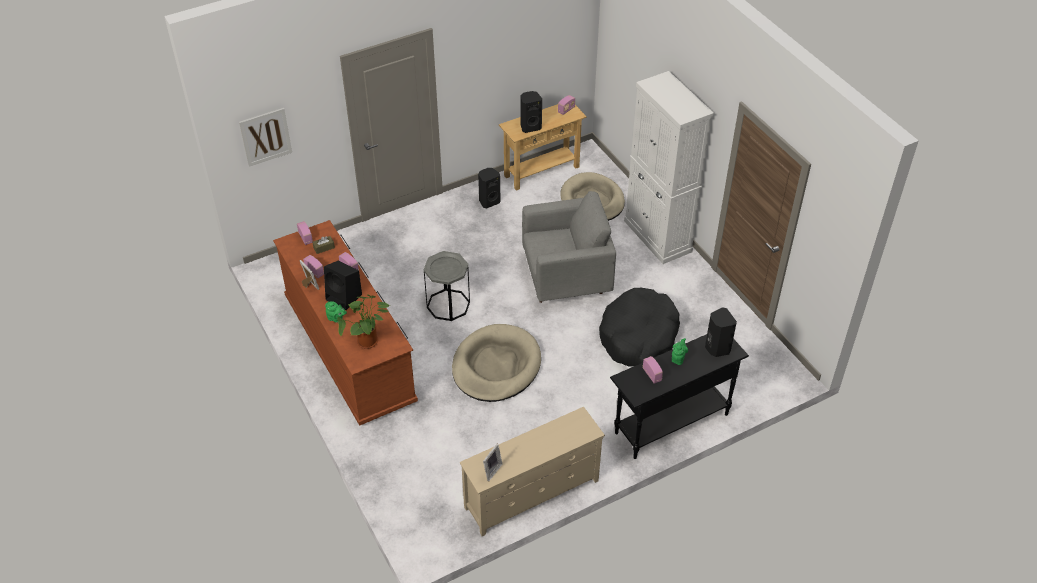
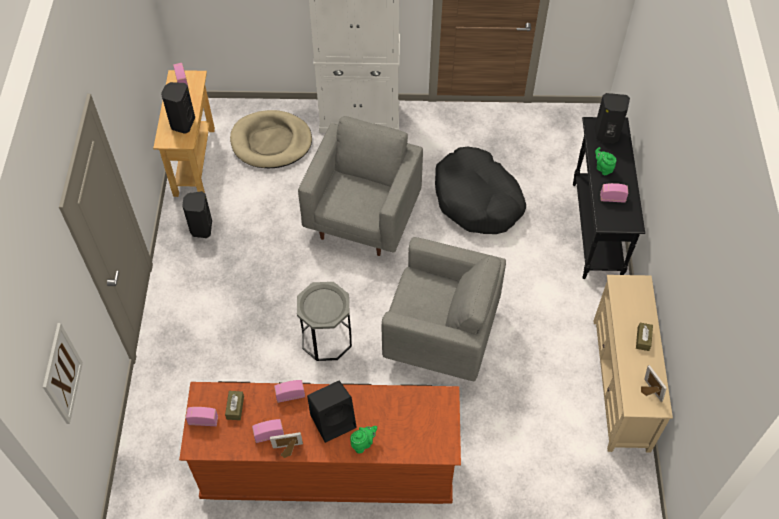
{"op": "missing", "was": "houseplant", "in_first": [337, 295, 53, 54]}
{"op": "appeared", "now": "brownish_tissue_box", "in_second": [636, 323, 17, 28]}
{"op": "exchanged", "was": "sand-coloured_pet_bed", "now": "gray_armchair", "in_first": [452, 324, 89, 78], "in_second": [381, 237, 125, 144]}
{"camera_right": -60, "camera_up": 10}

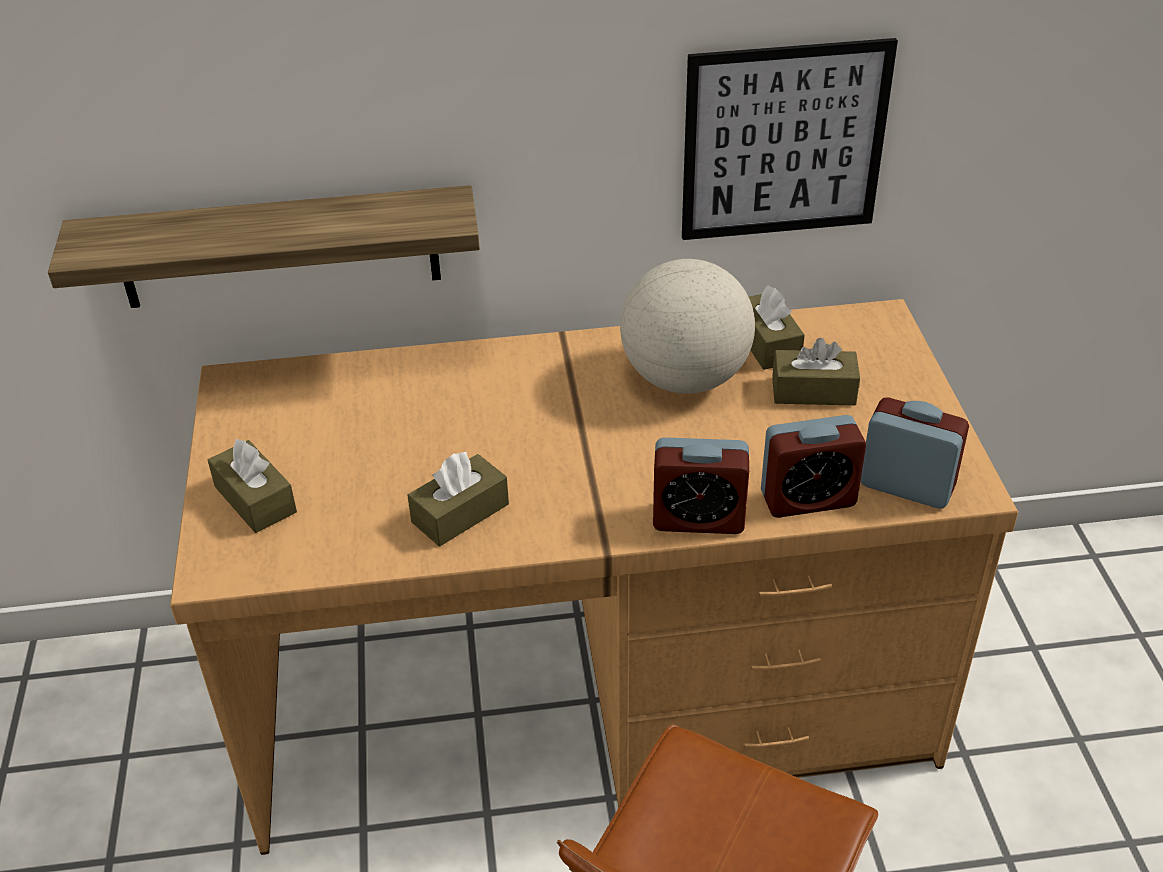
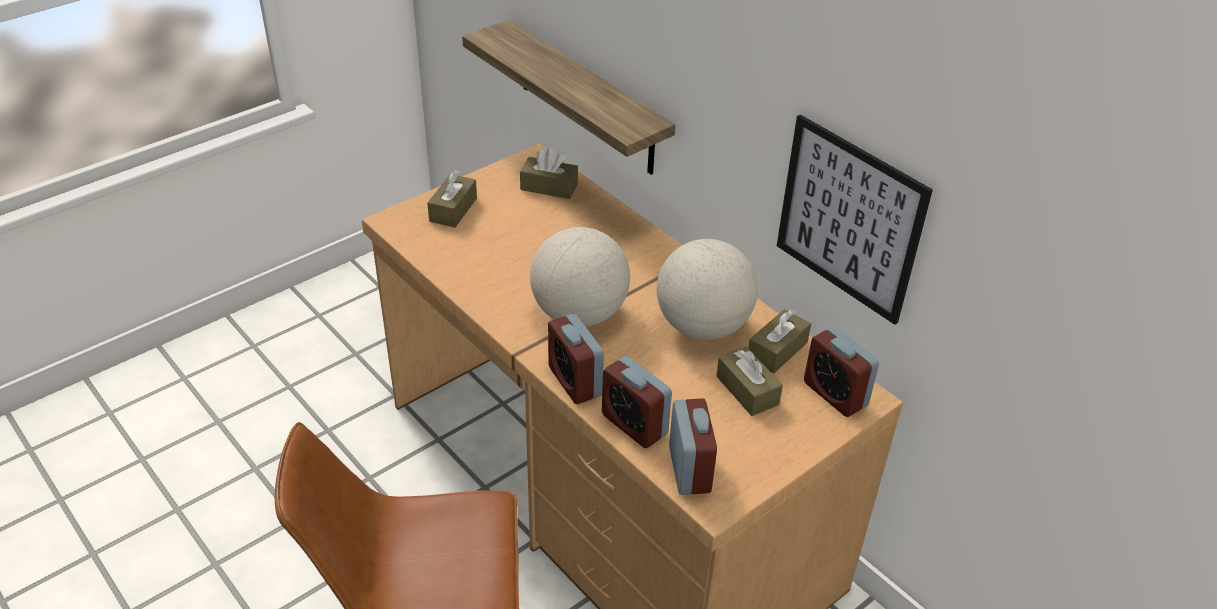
{"op": "appeared", "now": "globe", "in_second": [530, 227, 100, 100]}
{"op": "appeared", "now": "table_clock", "in_second": [804, 327, 75, 90]}
{"op": "relocated", "was": "brownish_tissue_box", "in_first": [407, 452, 102, 94], "in_second": [520, 148, 58, 51]}
{"camera_right": 55, "camera_up": 0}

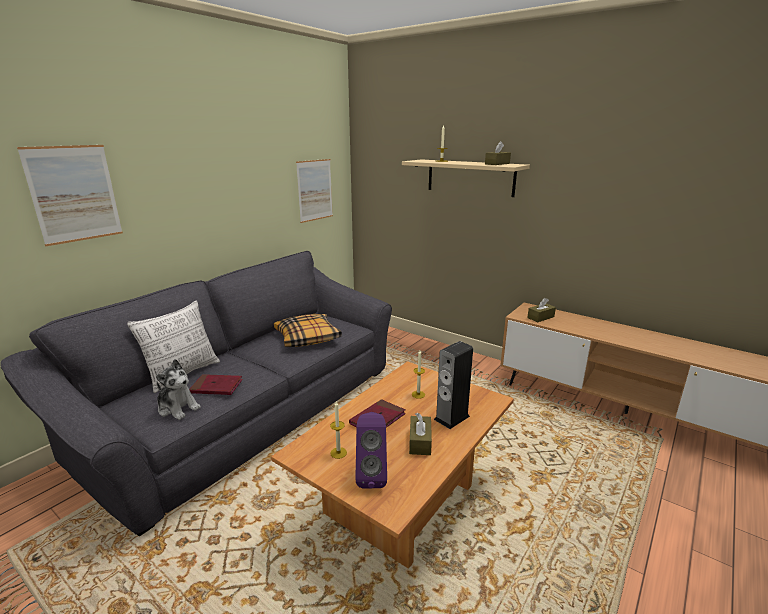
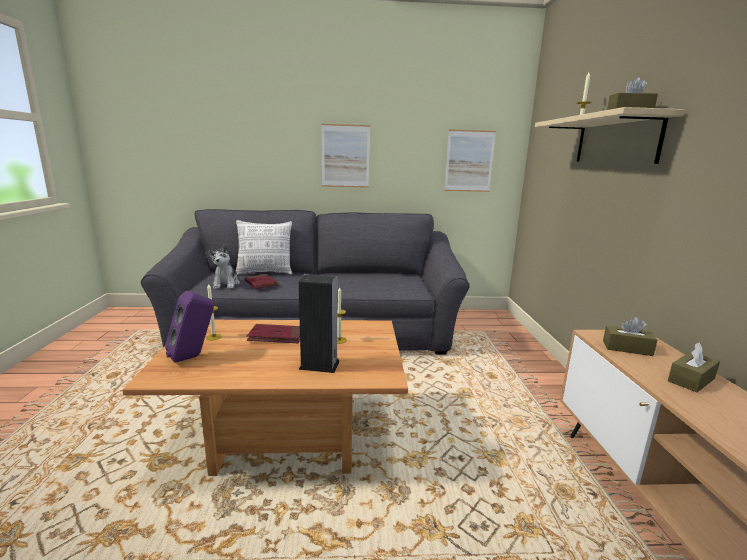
{"op": "missing", "was": "cushion", "in_first": [274, 314, 68, 33]}
{"op": "relocated", "was": "wall_art", "in_first": [17, 145, 106, 101], "in_second": [321, 124, 49, 64]}
{"op": "relocated", "was": "brownish_tissue_box", "in_first": [409, 413, 23, 42], "in_second": [668, 343, 52, 49]}
{"camera_right": 50, "camera_up": -5}

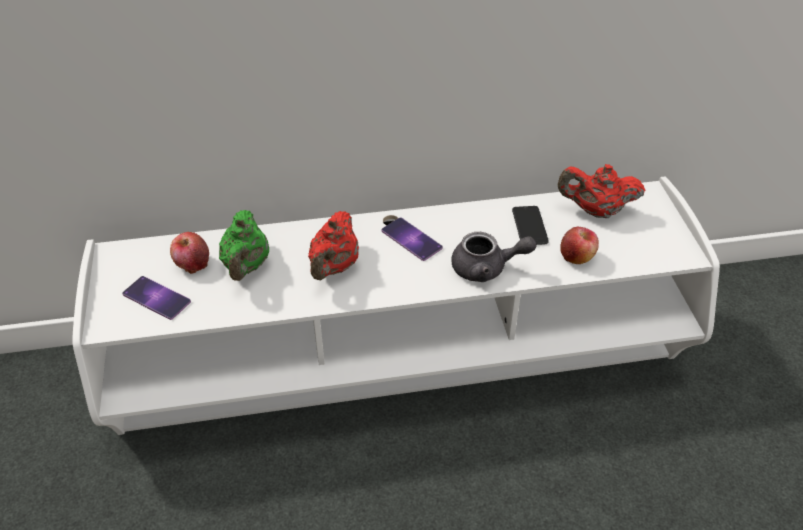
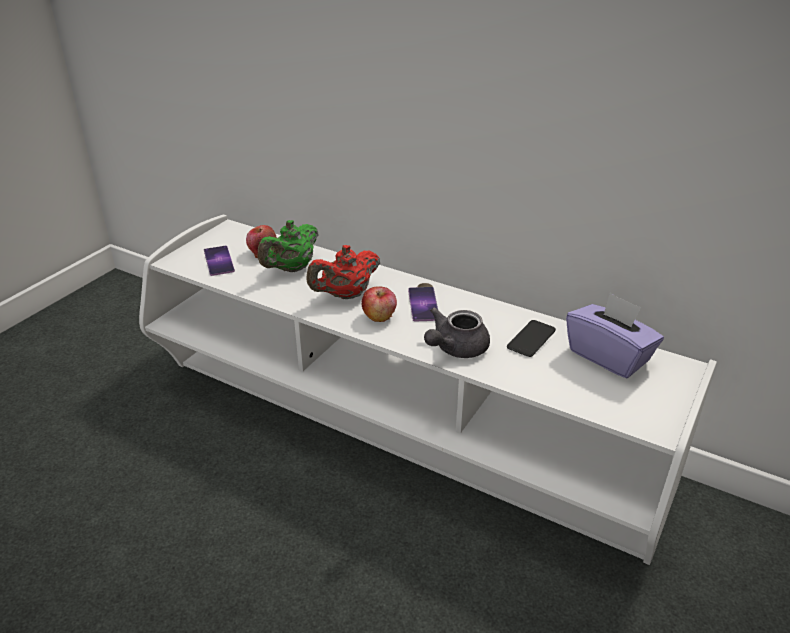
{"op": "relocated", "was": "apple", "in_first": [560, 227, 39, 37], "in_second": [362, 286, 35, 36]}
{"op": "exchanged", "was": "red_teapot", "now": "purple-coloured_tissue_box", "in_first": [558, 164, 88, 54], "in_second": [566, 293, 98, 85]}
{"op": "spun", "was": "gray_teapot", "in_first": [451, 232, 85, 50], "in_second": [424, 308, 66, 50], "clockwise": 90}
{"camera_right": 40, "camera_up": -10}

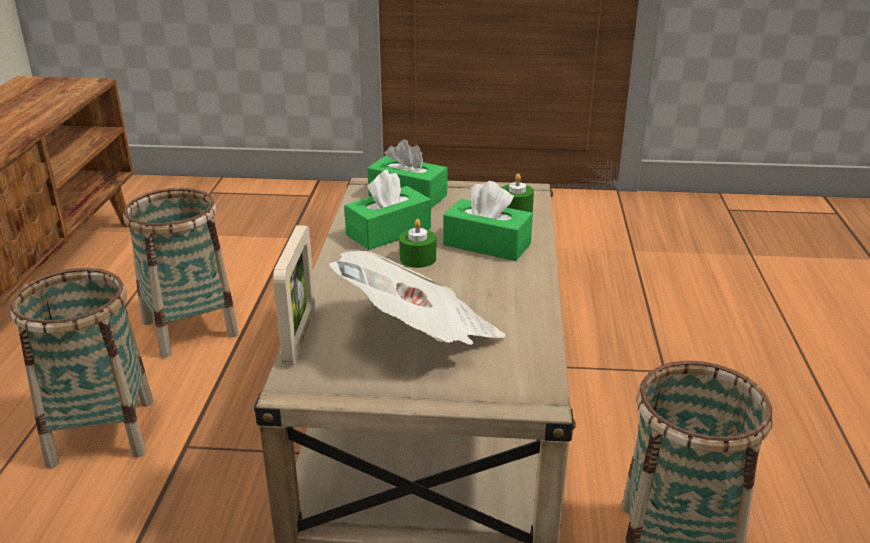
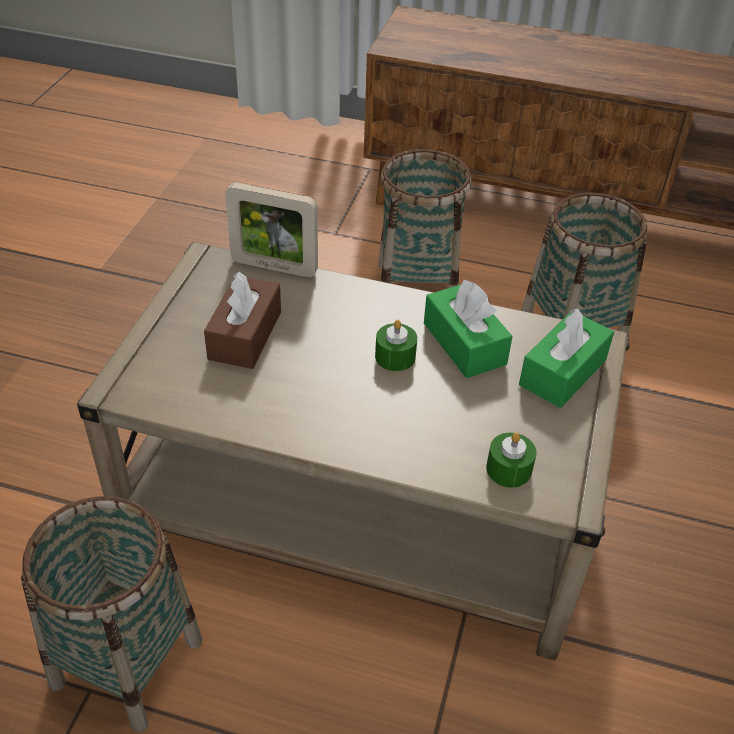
{"op": "missing", "was": "green-coloured_tissue_box", "in_first": [443, 181, 90, 80]}
{"op": "exchanged", "was": "daily_paper", "now": "brownish_tissue_box", "in_first": [328, 251, 178, 94], "in_second": [204, 272, 77, 97]}
{"camera_right": 100, "camera_up": 15}

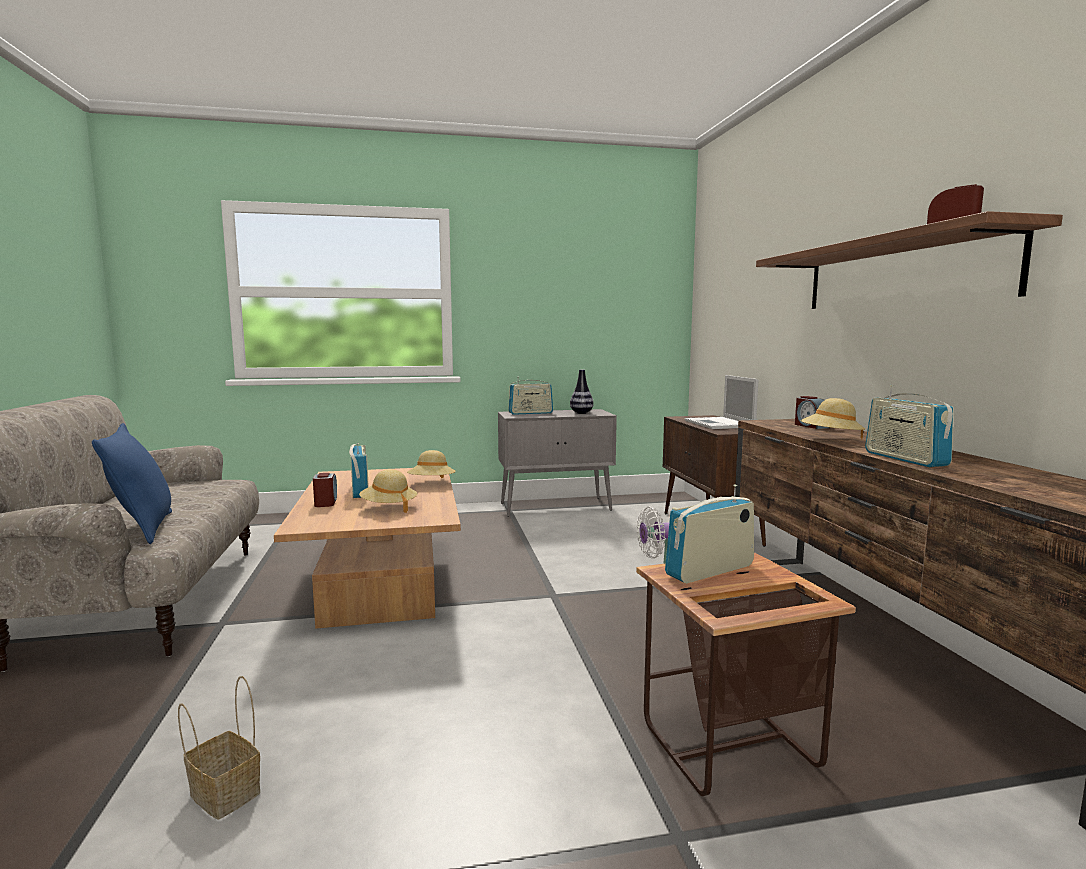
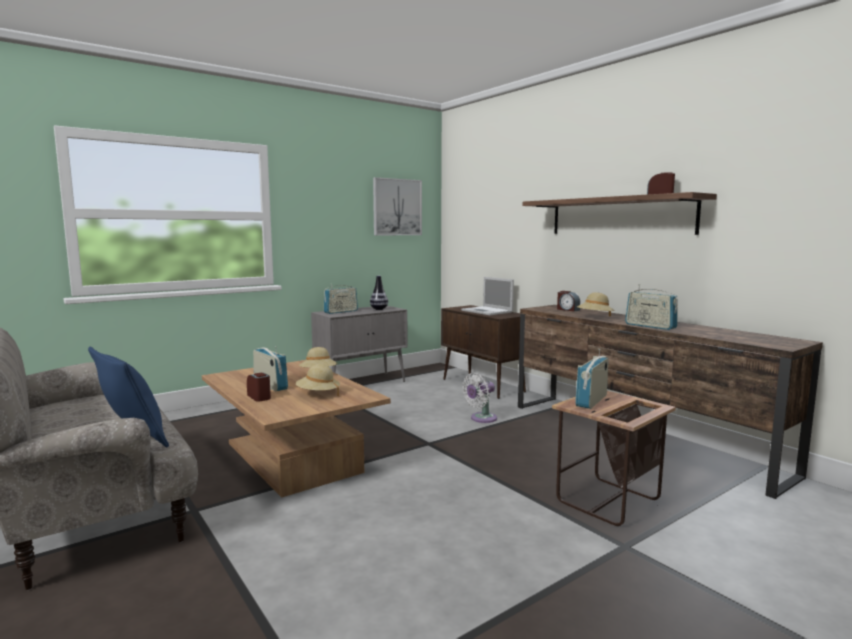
{"op": "missing", "was": "household_basket", "in_first": [178, 676, 82, 144]}
{"op": "appeared", "now": "wall_art", "in_second": [373, 177, 49, 59]}
{"camera_right": -25, "camera_up": 0}

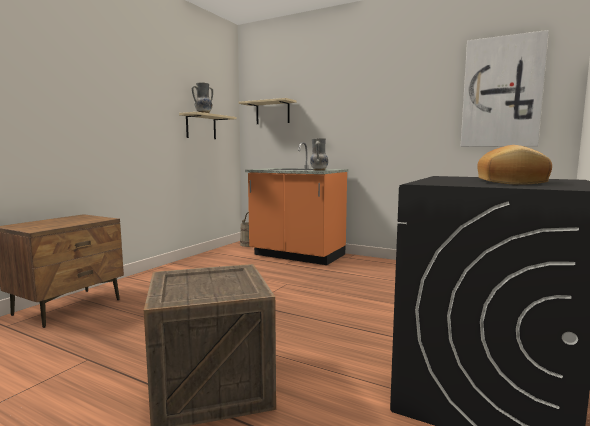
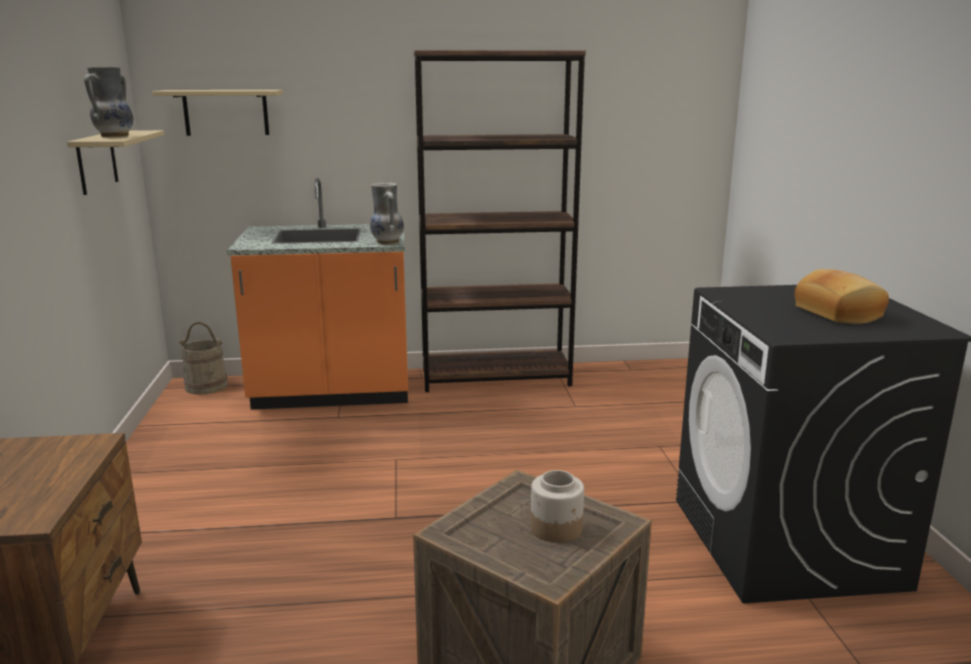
{"op": "missing", "was": "wall_art", "in_first": [461, 30, 88, 117]}
{"op": "appeared", "now": "brownish_bookshelf", "in_second": [414, 50, 172, 342]}
{"op": "appeared", "now": "storage_jar", "in_second": [531, 470, 53, 73]}
{"camera_right": -35, "camera_up": 10}

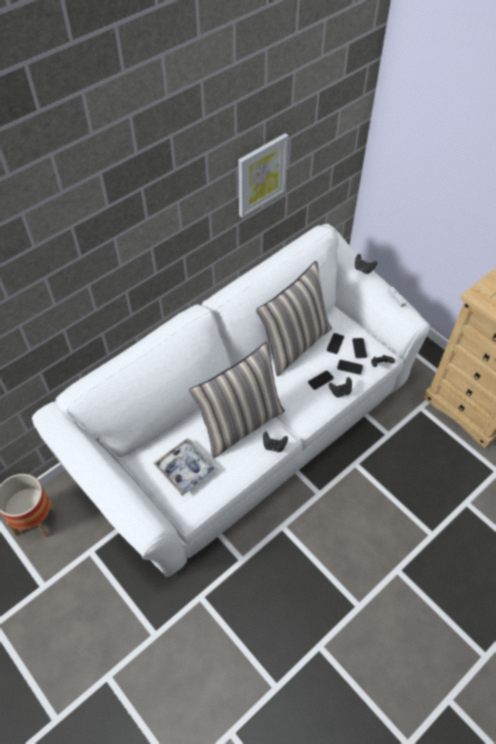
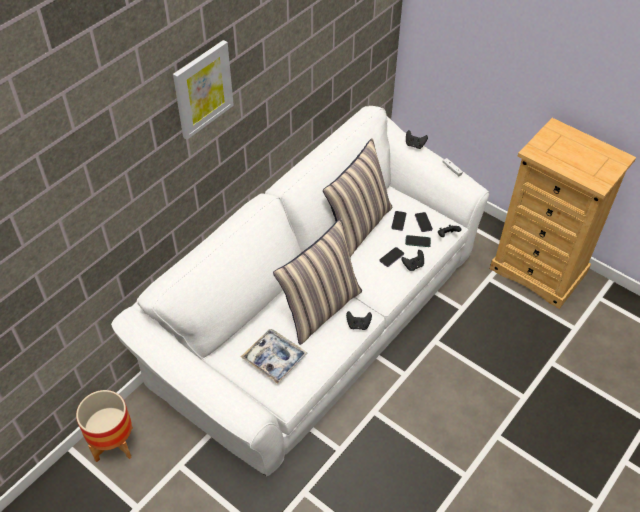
{"op": "relocated", "was": "wall_art", "in_first": [238, 133, 51, 85], "in_second": [173, 40, 61, 100]}
{"camera_right": -10, "camera_up": -5}

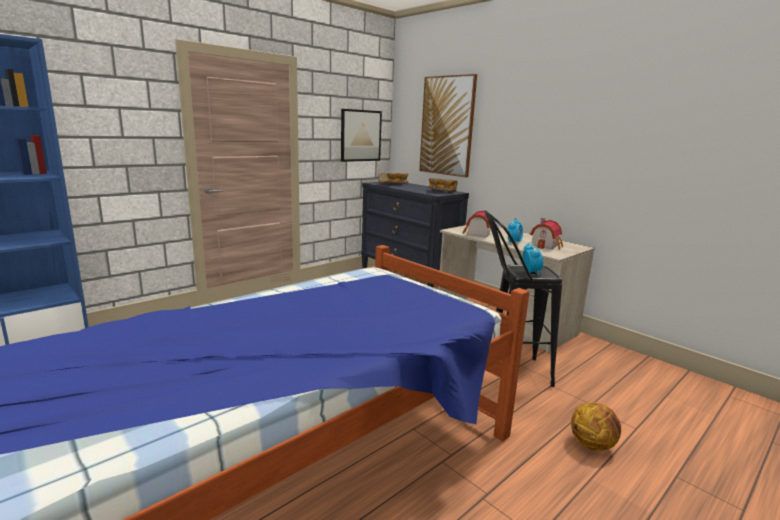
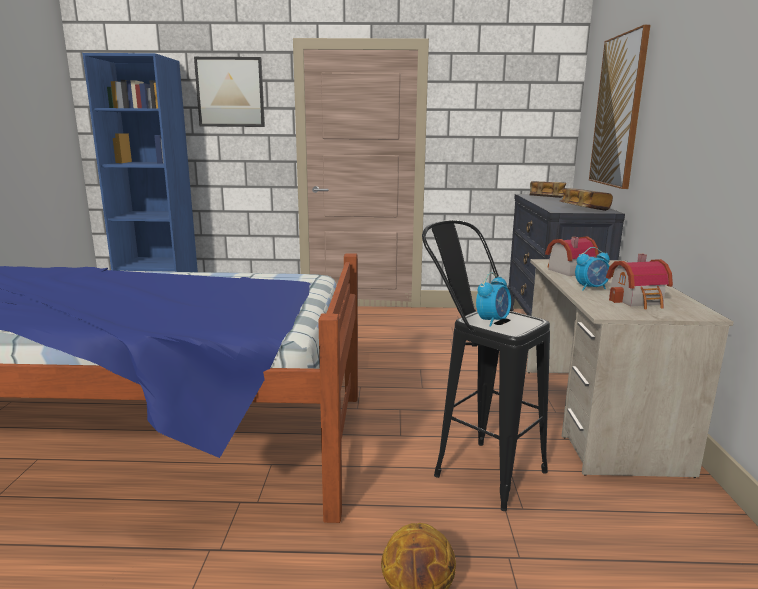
{"op": "relocated", "was": "wall_art", "in_first": [341, 109, 41, 53], "in_second": [194, 57, 71, 70]}
{"camera_right": 45, "camera_up": 0}

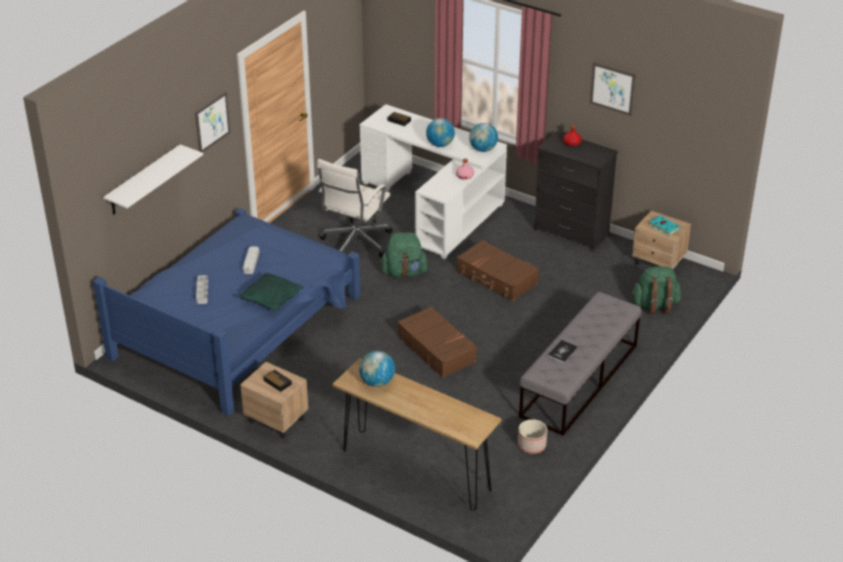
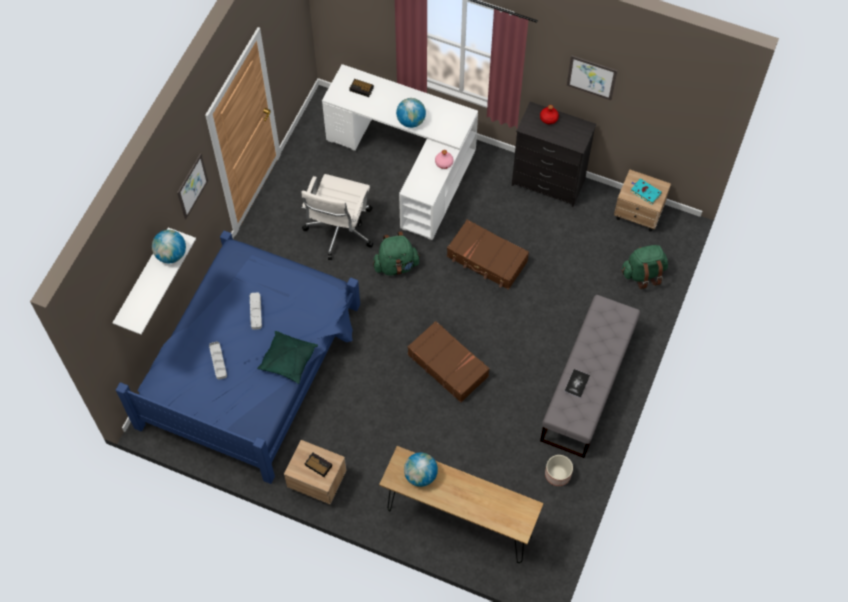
{"op": "relocated", "was": "globe", "in_first": [469, 123, 29, 29], "in_second": [152, 230, 34, 33]}
{"camera_right": -10, "camera_up": 25}

